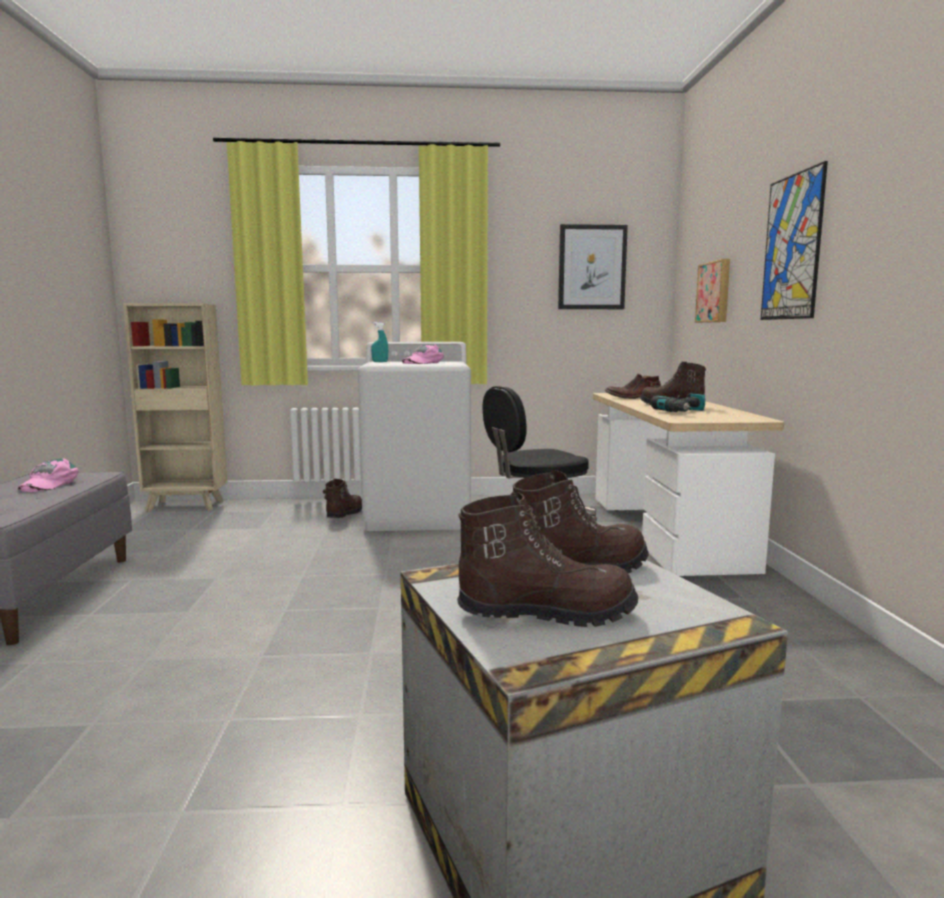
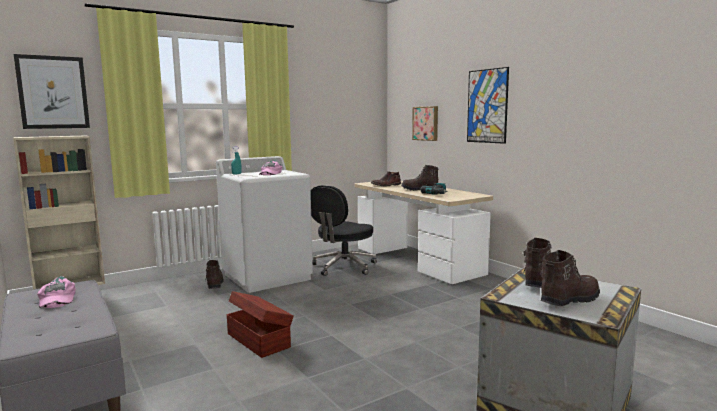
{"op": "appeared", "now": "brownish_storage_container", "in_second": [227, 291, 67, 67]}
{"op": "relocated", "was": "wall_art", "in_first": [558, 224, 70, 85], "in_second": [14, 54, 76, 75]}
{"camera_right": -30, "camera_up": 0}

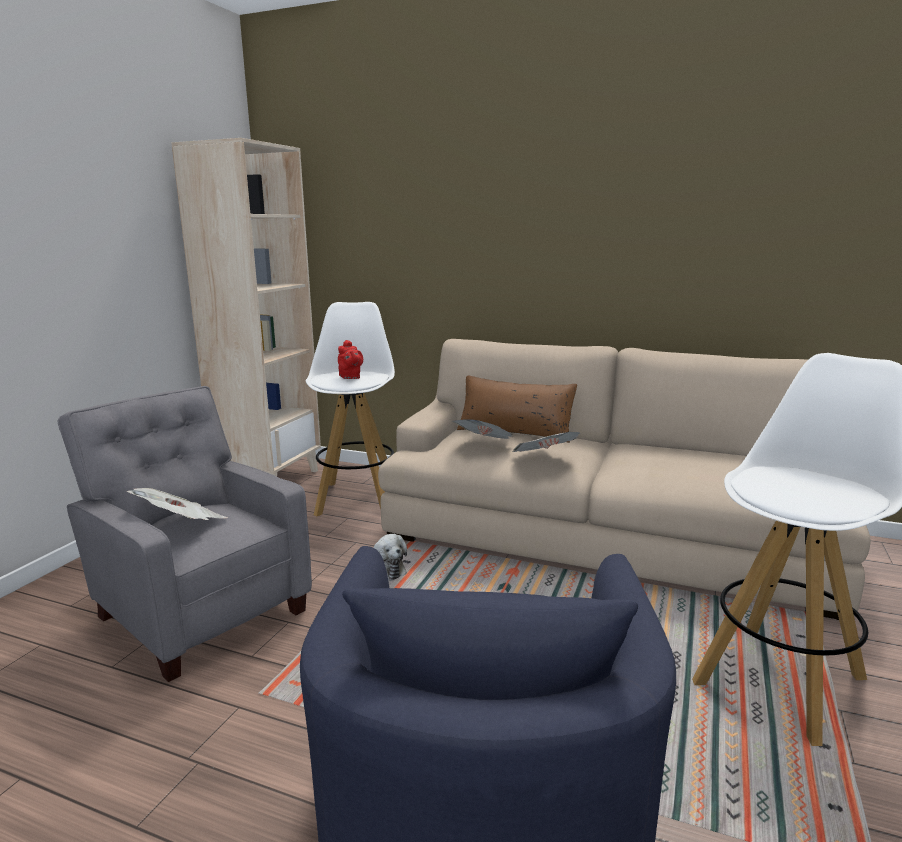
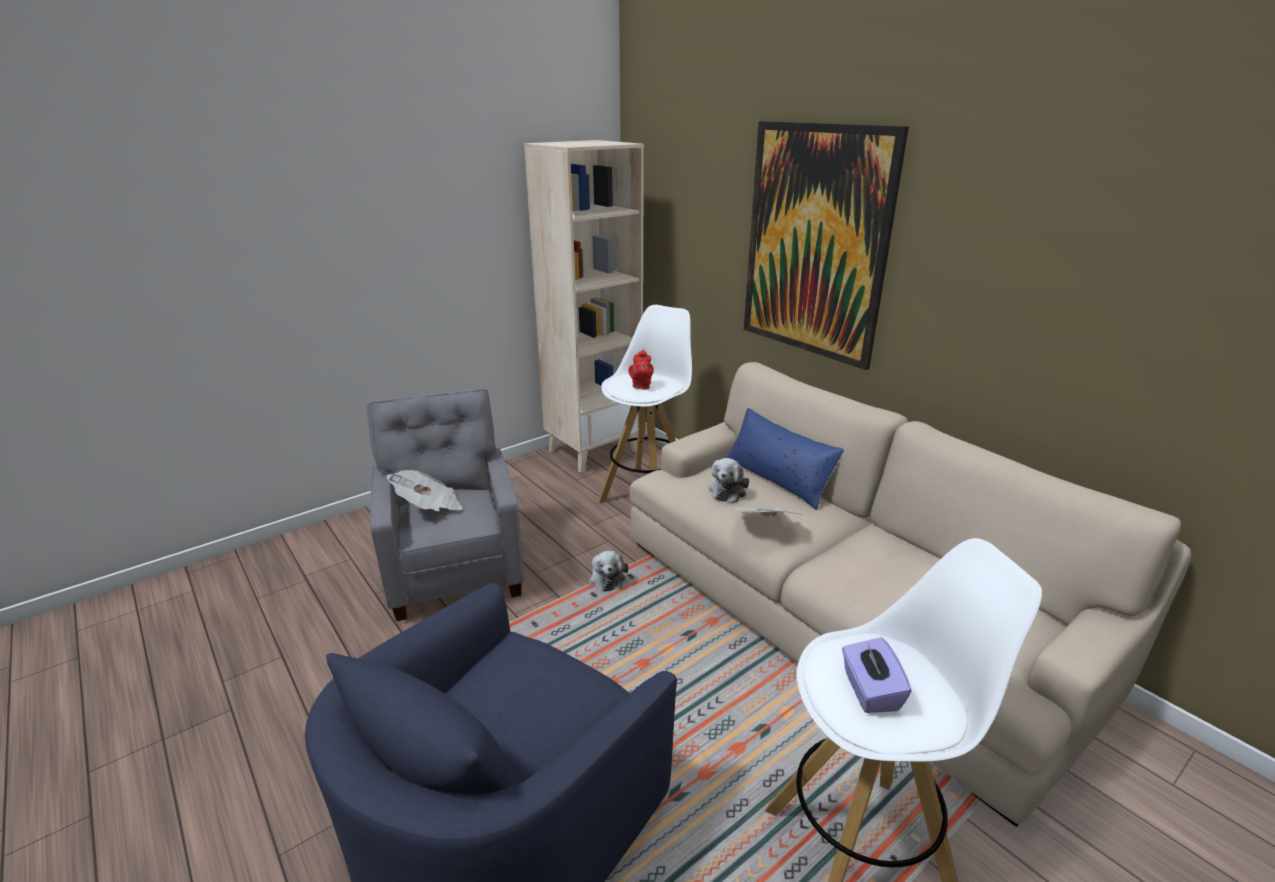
{"op": "appeared", "now": "wall_art", "in_second": [744, 121, 165, 249]}
{"op": "appeared", "now": "purple-coloured_tissue_box", "in_second": [842, 637, 70, 76]}
{"op": "exchanged", "was": "daily_paper", "now": "soft_toy", "in_first": [452, 419, 61, 20], "in_second": [708, 458, 41, 45]}
{"op": "colour", "was": "brownish_cushion", "now": "blue-coloured_cushion", "in_first": [457, 375, 120, 68], "in_second": [726, 408, 118, 102]}
{"camera_right": 30, "camera_up": 10}

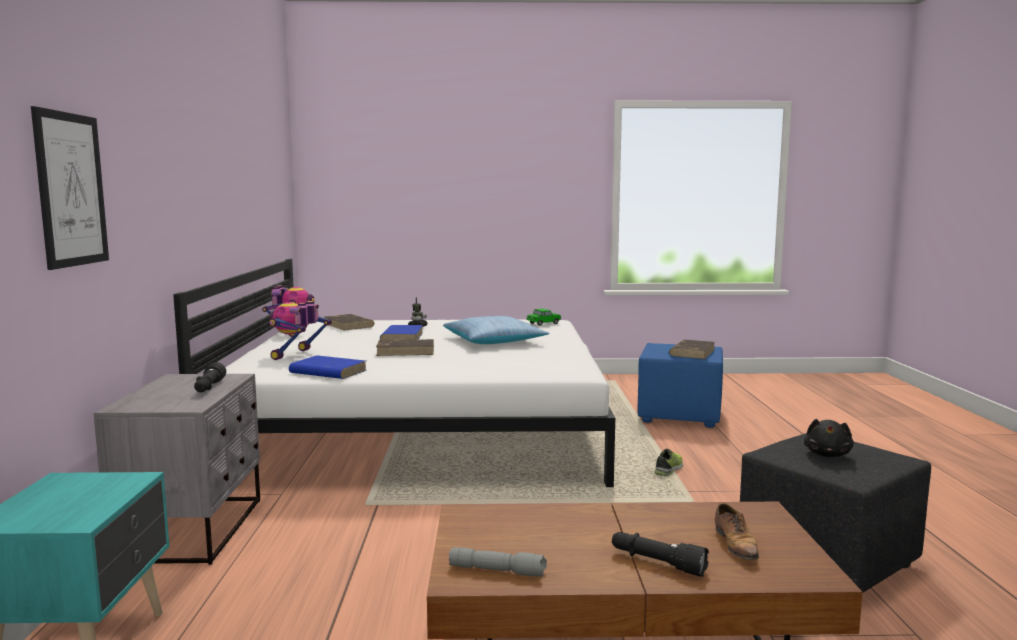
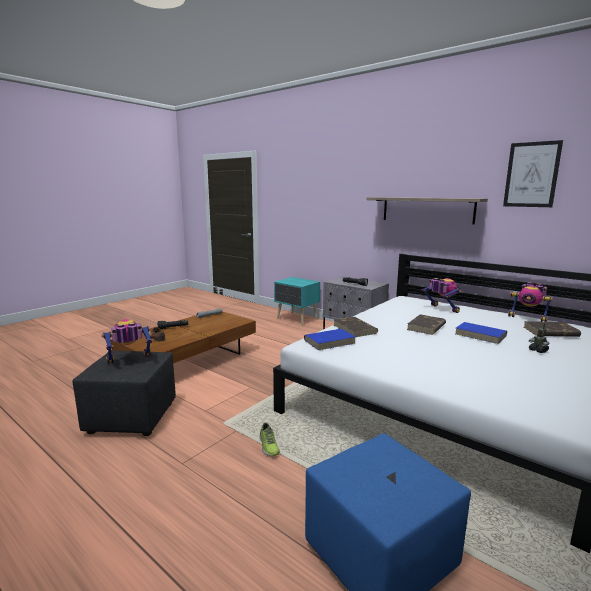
{"op": "missing", "was": "cushion", "in_first": [443, 316, 107, 28]}
{"op": "missing", "was": "miniature_car", "in_first": [527, 308, 34, 18]}
{"op": "appeared", "now": "shelf", "in_second": [366, 197, 122, 27]}
{"op": "relocated", "was": "wall_art", "in_first": [31, 106, 78, 164], "in_second": [503, 140, 60, 67]}
{"op": "relocated", "was": "blue-coloured_volume", "in_first": [289, 355, 78, 24], "in_second": [304, 329, 52, 21]}
{"op": "relocated", "was": "brownish_volume", "in_first": [669, 339, 46, 20], "in_second": [334, 317, 44, 20]}
{"op": "exchanged", "was": "black-coloured_soft_toy", "now": "model_robot", "in_first": [804, 419, 50, 38], "in_second": [102, 319, 50, 44]}
{"camera_right": 130, "camera_up": 5}

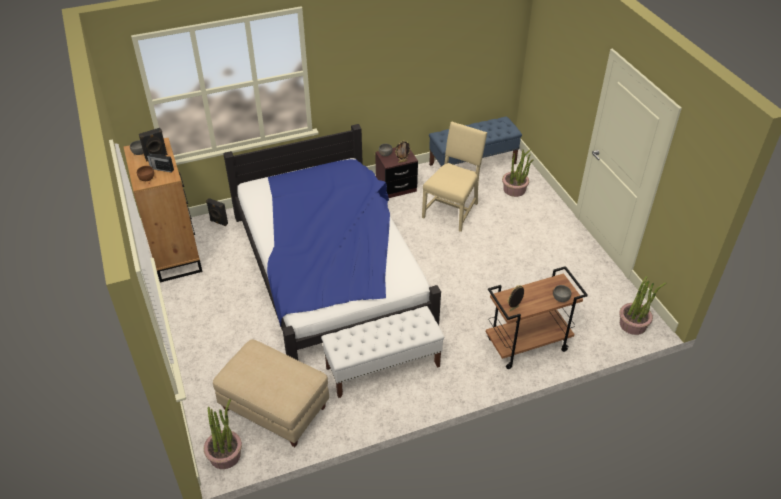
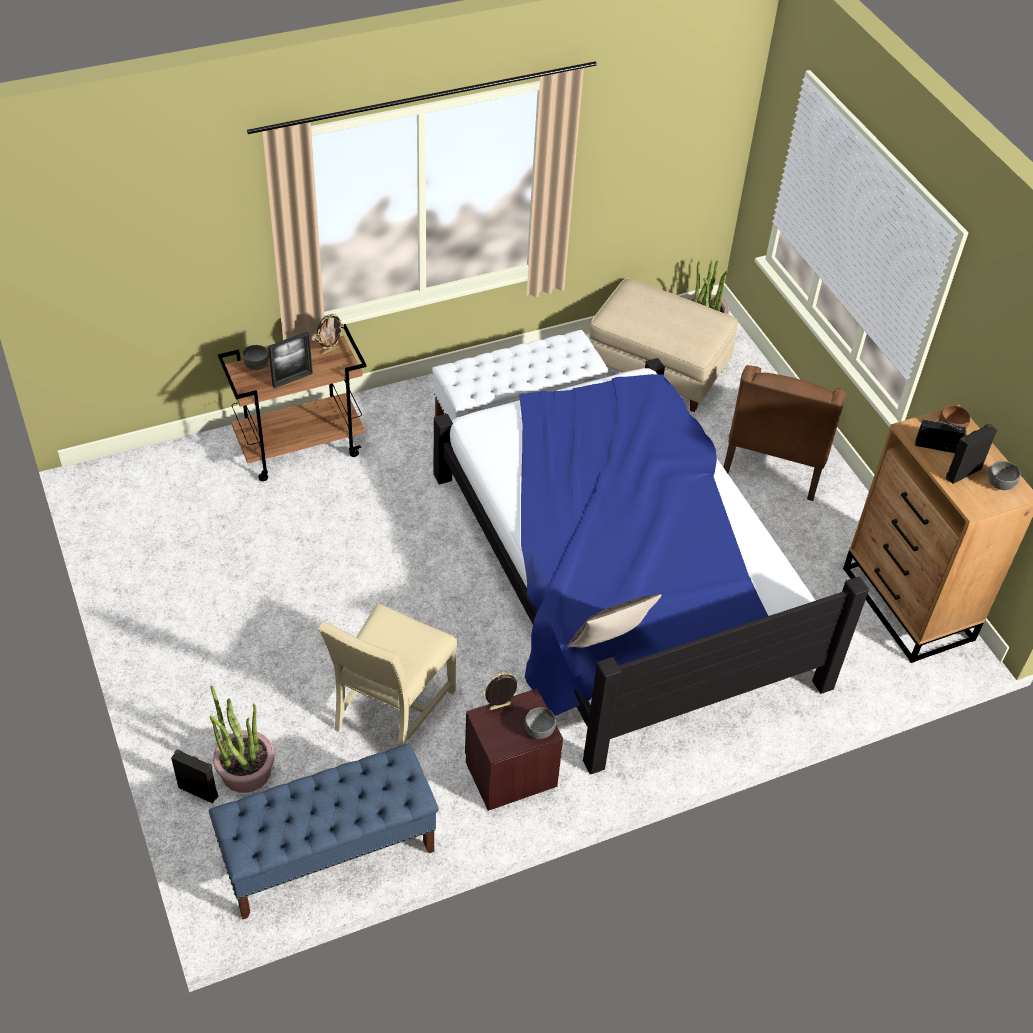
{"op": "missing", "was": "houseplant", "in_first": [619, 276, 47, 59]}
{"op": "appeared", "now": "standing_frame", "in_second": [268, 331, 45, 58]}
{"op": "appeared", "now": "cushion", "in_second": [567, 594, 95, 54]}
{"op": "appeared", "now": "brownish_armchair", "in_second": [723, 365, 123, 136]}
{"op": "relocated", "was": "black-coloured_loudspeaker", "in_first": [206, 198, 22, 28], "in_second": [171, 750, 47, 54]}
{"camera_right": 175, "camera_up": 5}

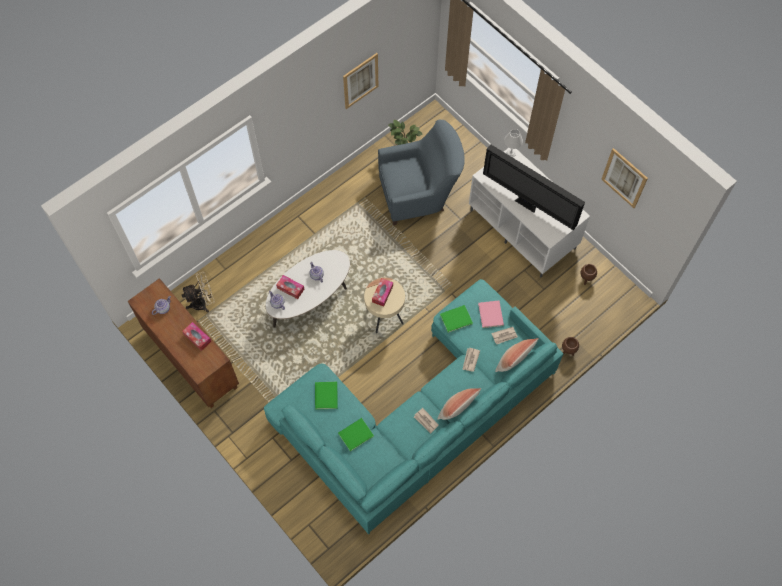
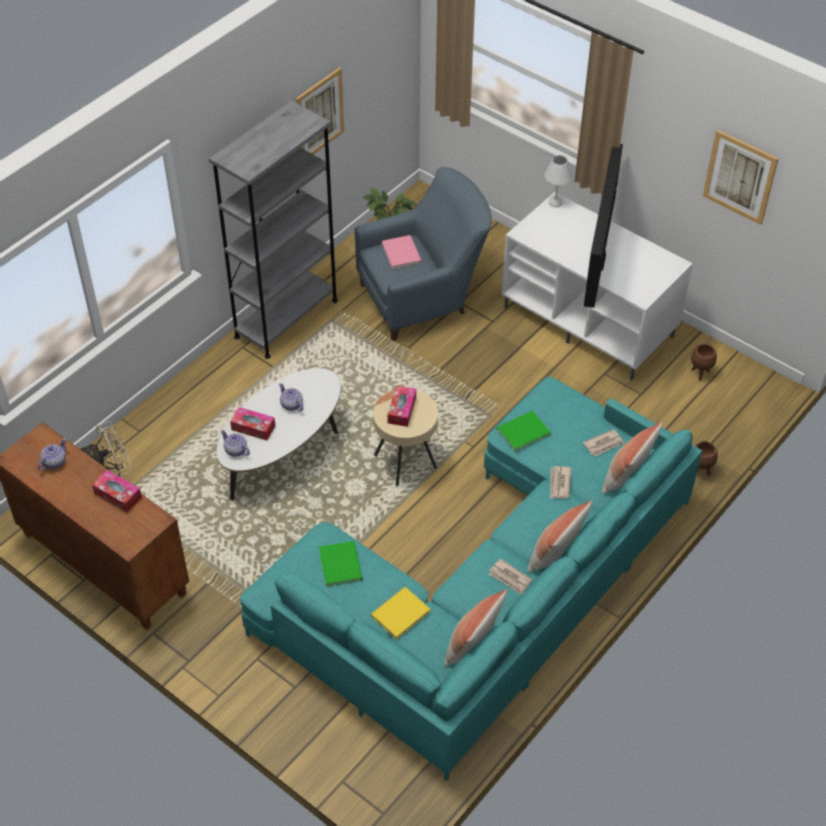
{"op": "appeared", "now": "gray_bookshelf", "in_second": [209, 100, 129, 259]}
{"op": "appeared", "now": "cushion", "in_second": [444, 589, 64, 78]}
{"op": "relocated", "was": "pink_volume", "in_first": [478, 301, 26, 27], "in_second": [382, 235, 40, 34]}
{"op": "colour", "was": "green-coloured_volume", "now": "yellow_volume", "in_first": [338, 418, 36, 34], "in_second": [371, 587, 60, 53]}
{"op": "spun", "was": "television", "in_first": [483, 144, 102, 86], "in_second": [584, 144, 39, 164], "clockwise": 75}
{"camera_right": -10, "camera_up": -15}

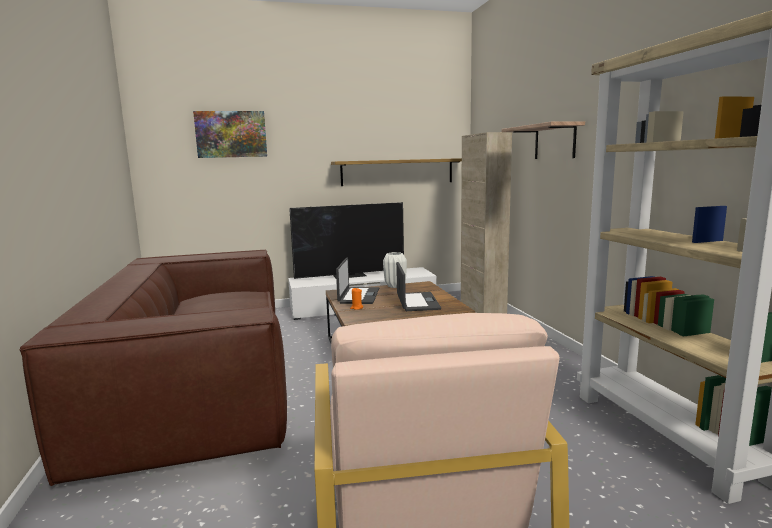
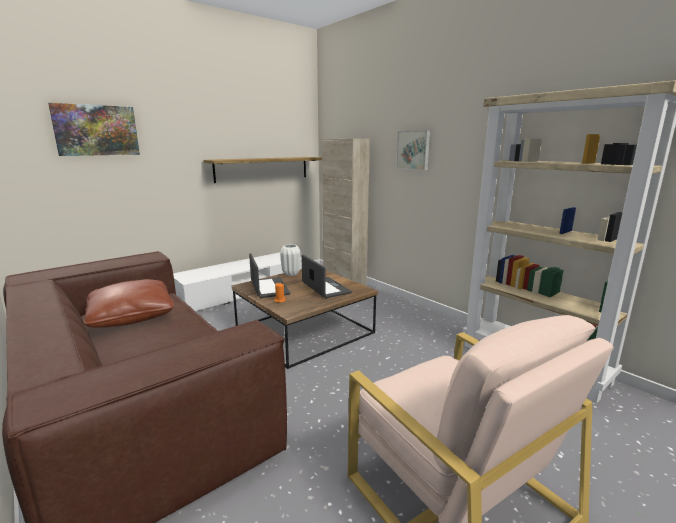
{"op": "missing", "was": "television", "in_first": [289, 202, 115, 77]}
{"op": "appeared", "now": "brownish_cushion", "in_second": [83, 279, 92, 49]}
{"op": "exchanged", "was": "shelf", "now": "wall_art", "in_first": [502, 121, 83, 38], "in_second": [396, 130, 34, 40]}
{"camera_right": -25, "camera_up": 5}

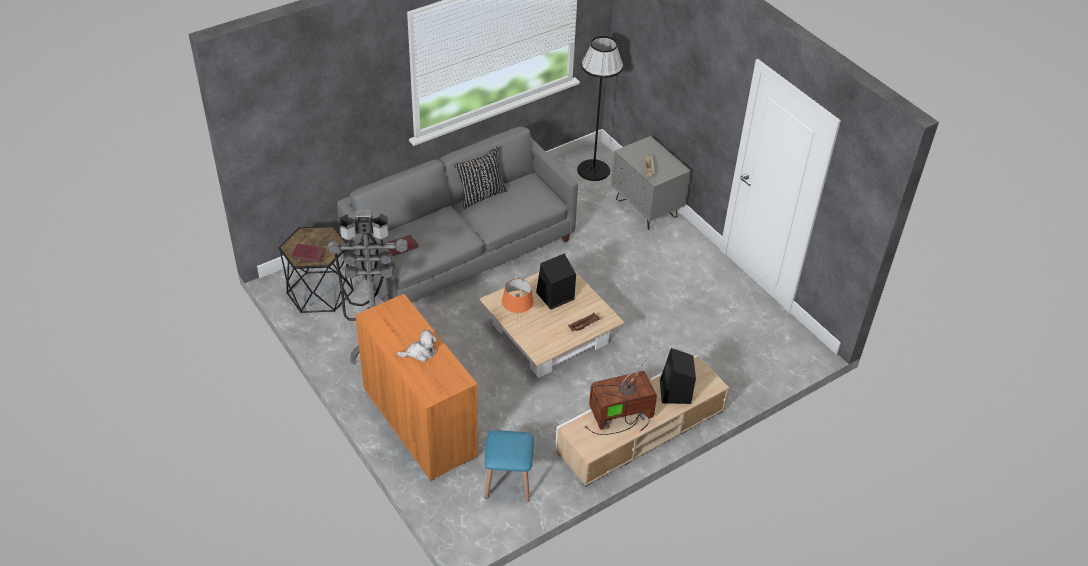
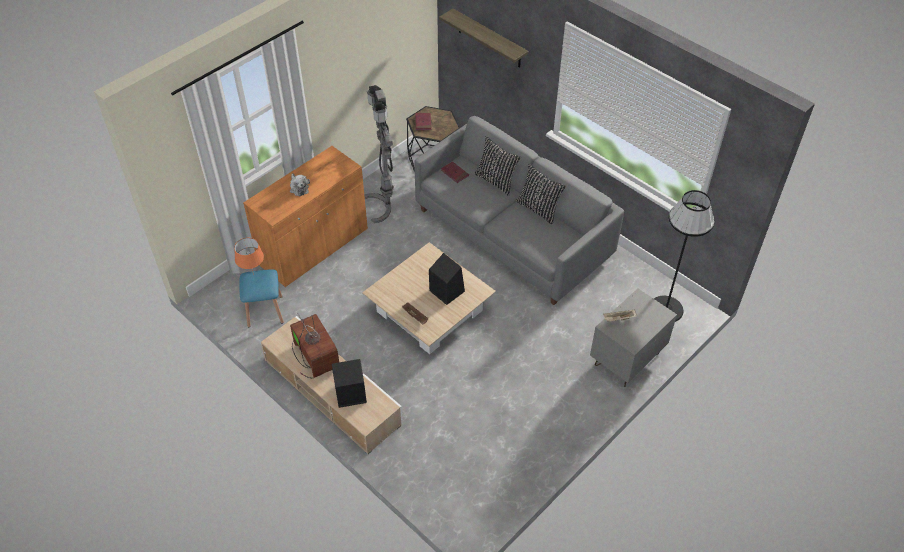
{"op": "appeared", "now": "shelf", "in_second": [439, 9, 89, 59]}
{"op": "appeared", "now": "black-coloured_cushion", "in_second": [474, 136, 47, 60]}
{"op": "relocated", "was": "orange_lamp_for_a_table", "in_first": [502, 278, 32, 42], "in_second": [234, 238, 30, 37]}
{"camera_right": 80, "camera_up": 5}

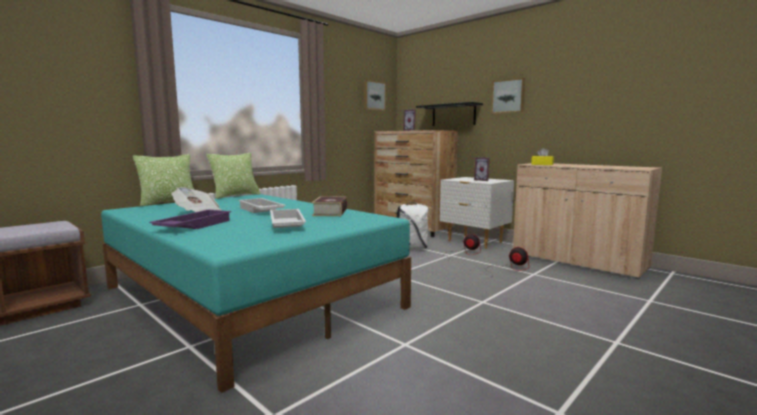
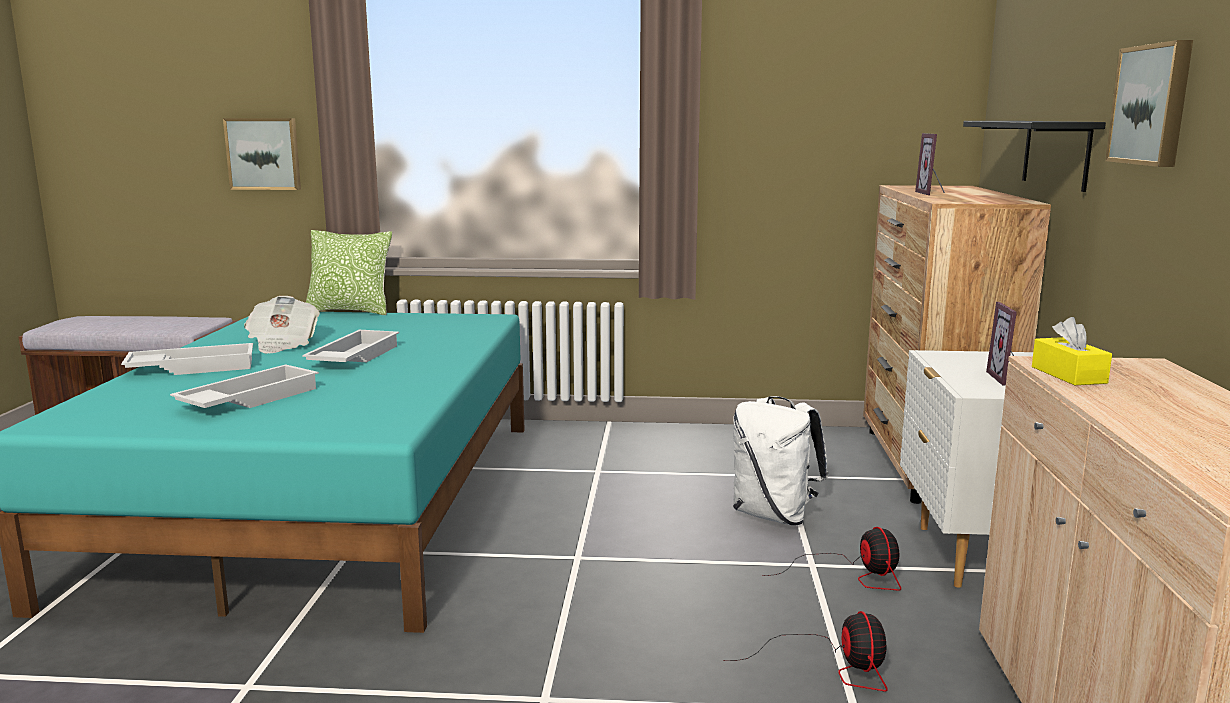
{"op": "missing", "was": "cushion", "in_first": [207, 153, 53, 46]}
{"op": "missing", "was": "volume", "in_first": [312, 196, 35, 20]}
{"op": "relocated", "was": "wall_art", "in_first": [364, 80, 22, 31], "in_second": [223, 118, 78, 72]}
{"op": "colour", "was": "purple-coloured_carrying_tray", "now": "whitish_carrying_tray", "in_first": [149, 209, 82, 20], "in_second": [121, 343, 132, 32]}
{"camera_right": 50, "camera_up": 5}

